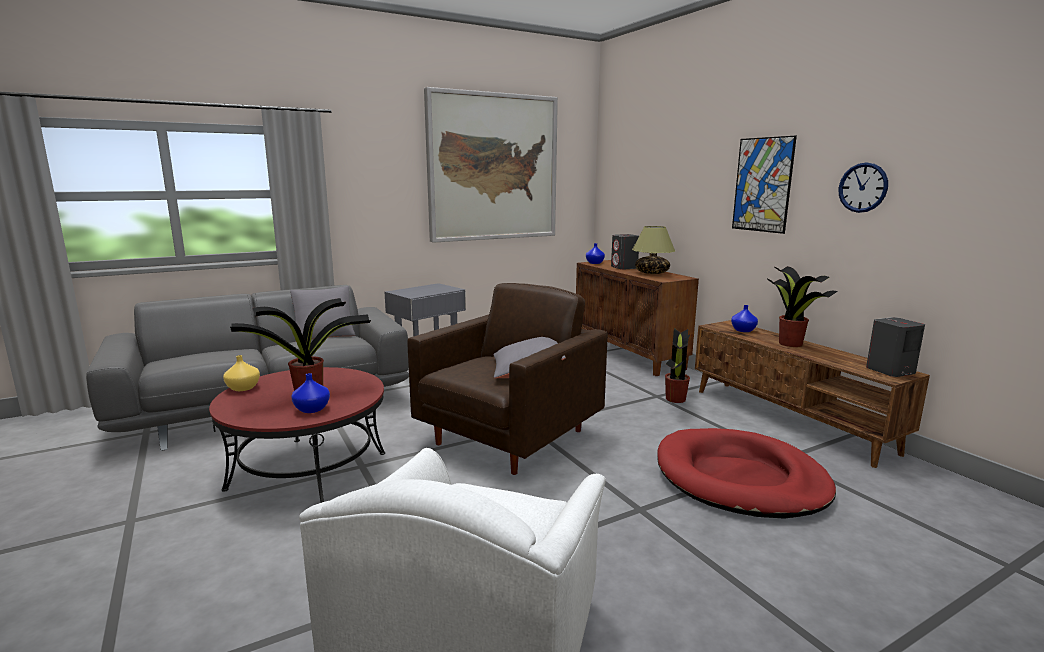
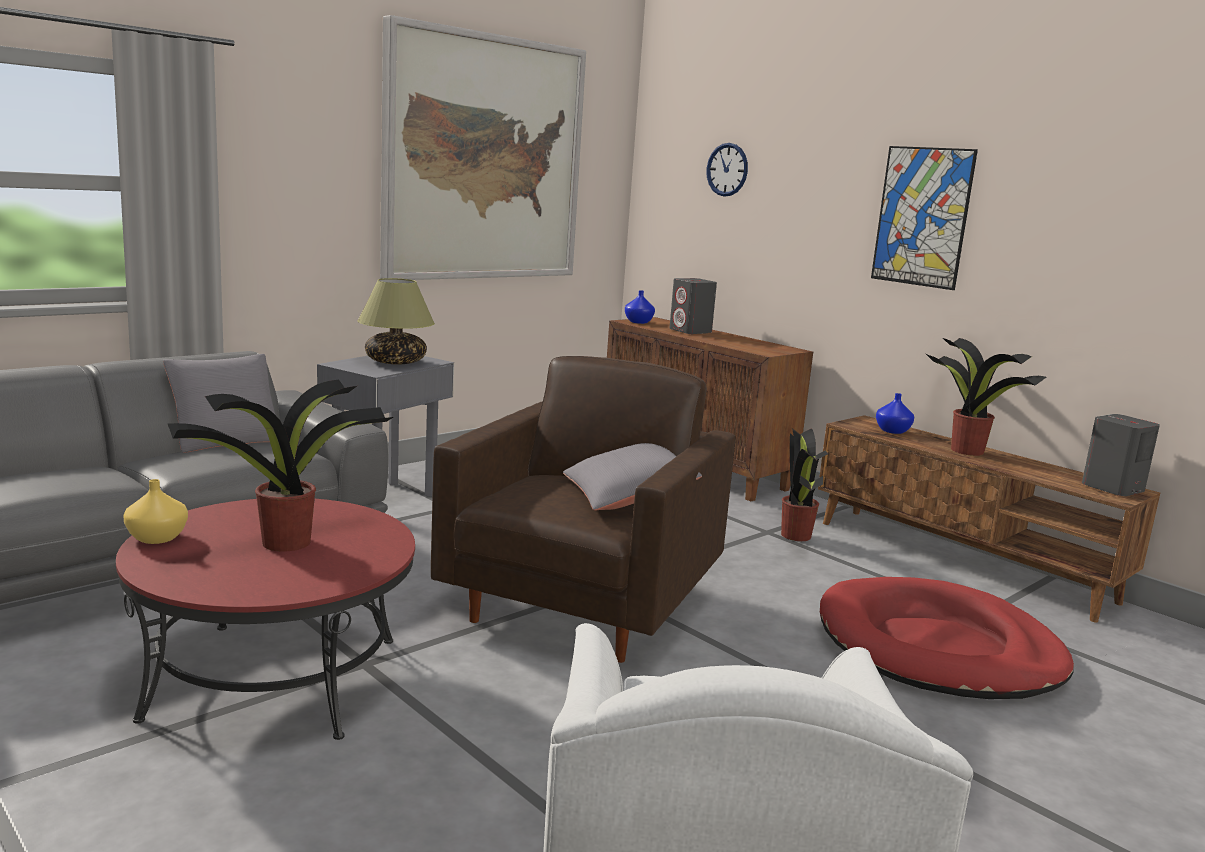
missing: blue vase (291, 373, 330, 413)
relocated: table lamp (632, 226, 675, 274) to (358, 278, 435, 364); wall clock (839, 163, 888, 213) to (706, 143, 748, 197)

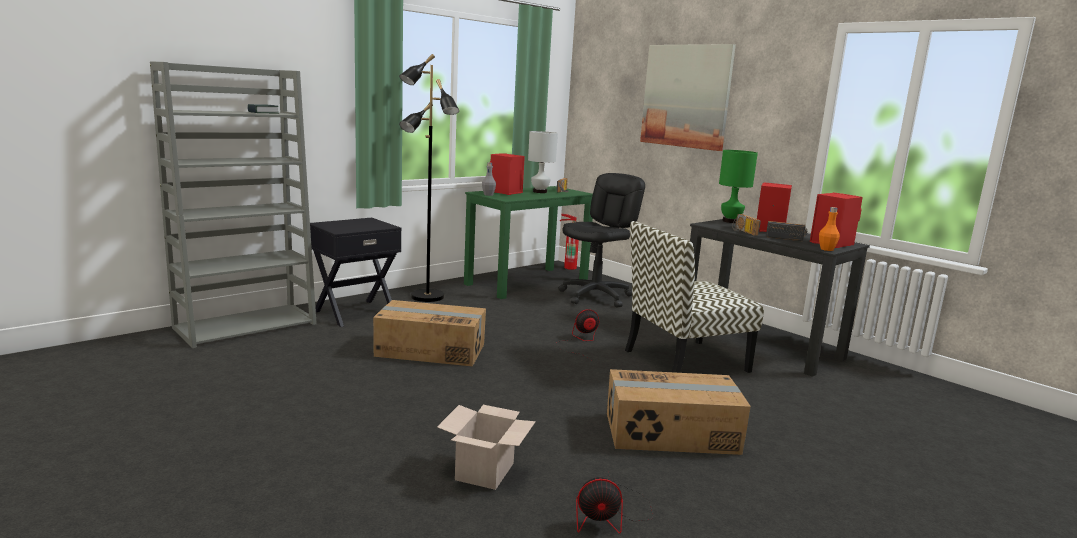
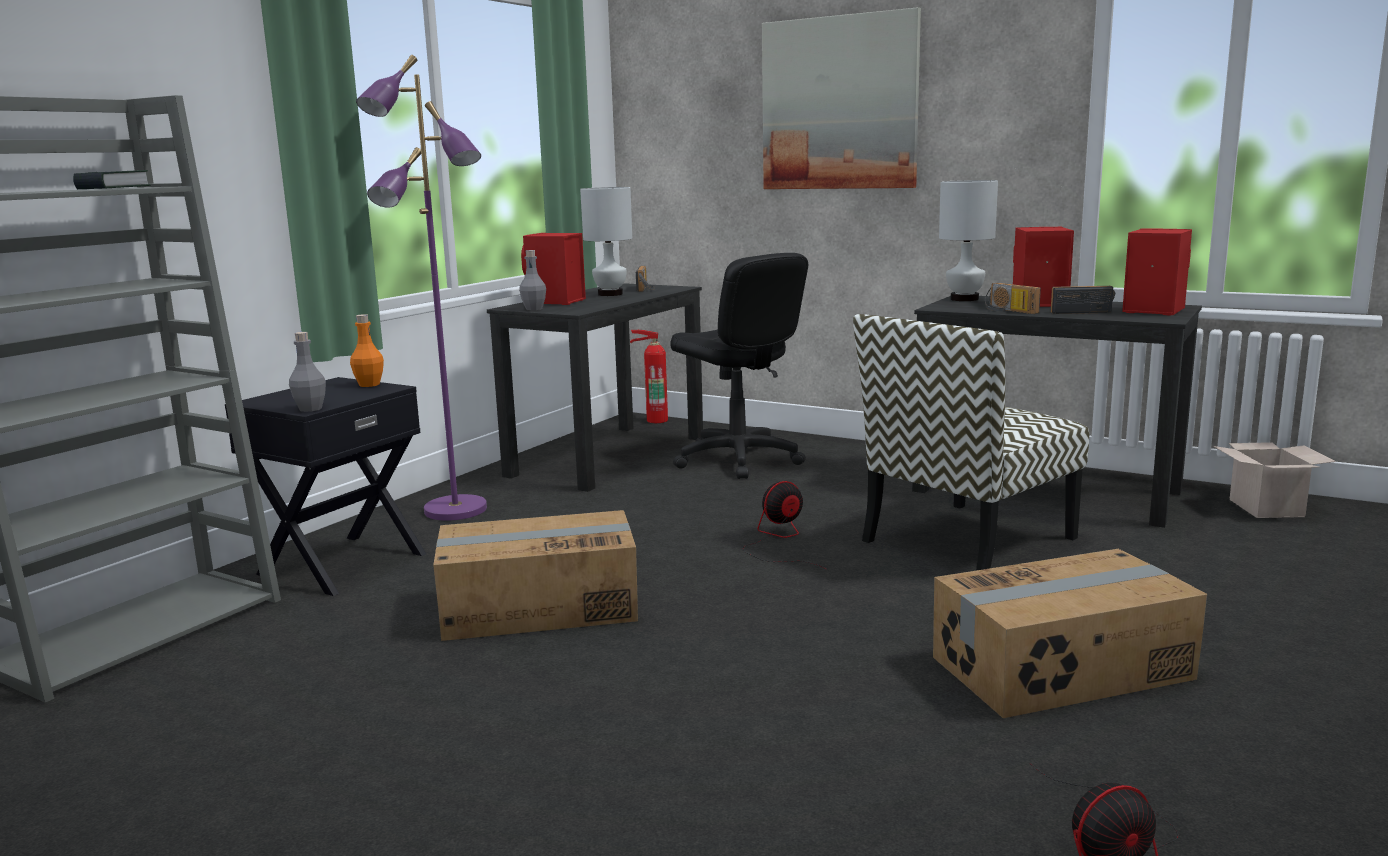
appeared: grey bottle (289, 332, 326, 412)
relocated: cardboard box (437, 405, 536, 490) to (1213, 442, 1336, 518); orange bottle (819, 207, 840, 251) to (350, 314, 384, 387)
colour: black floor lamp (399, 54, 459, 302) to purple floor lamp (356, 55, 487, 521); green desk (464, 186, 593, 299) to black desk (487, 283, 703, 492); green table lamp (719, 150, 758, 223) to white table lamp (939, 180, 998, 301)
spun: black office chair (558, 173, 645, 307) = (670, 253, 808, 479) 120 degrees clockwise

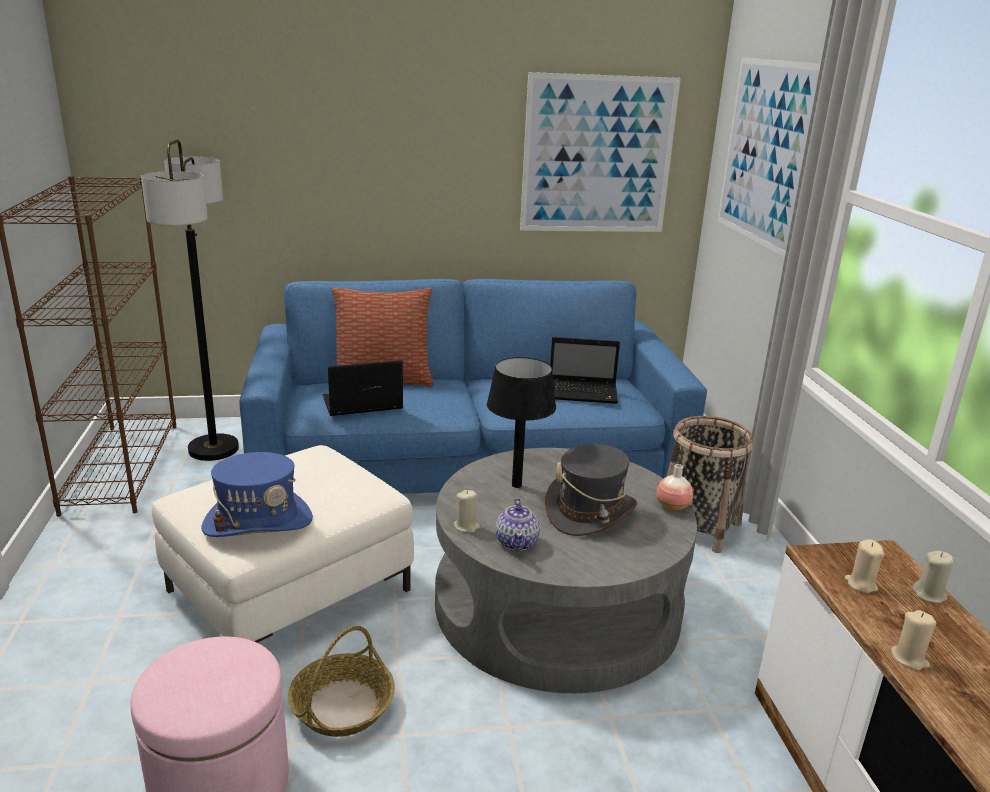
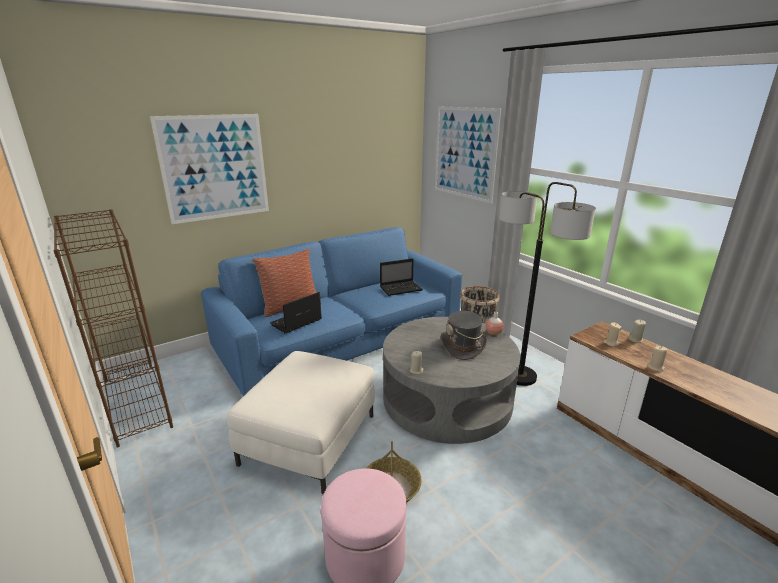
missing: blue hat (201, 452, 313, 537); black table lamp (487, 357, 556, 488); teapot (496, 498, 540, 551)
relocated: floor lamp (141, 139, 239, 461) to (499, 182, 596, 386); picture (520, 72, 681, 232) to (150, 114, 269, 224)

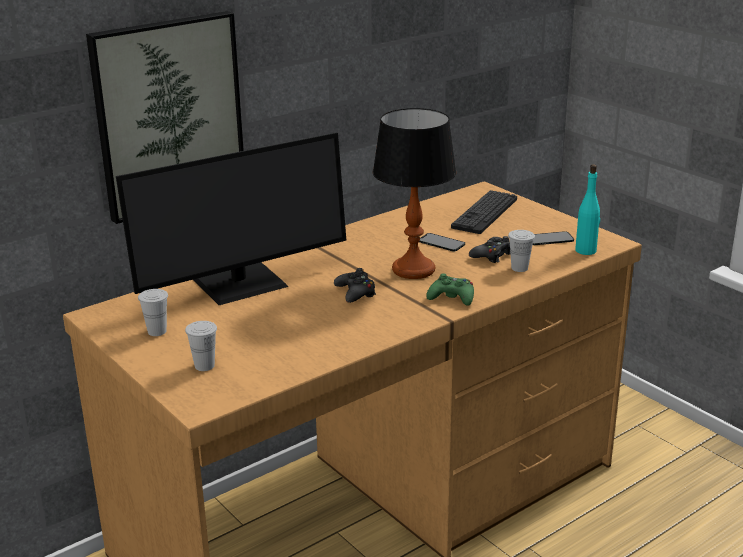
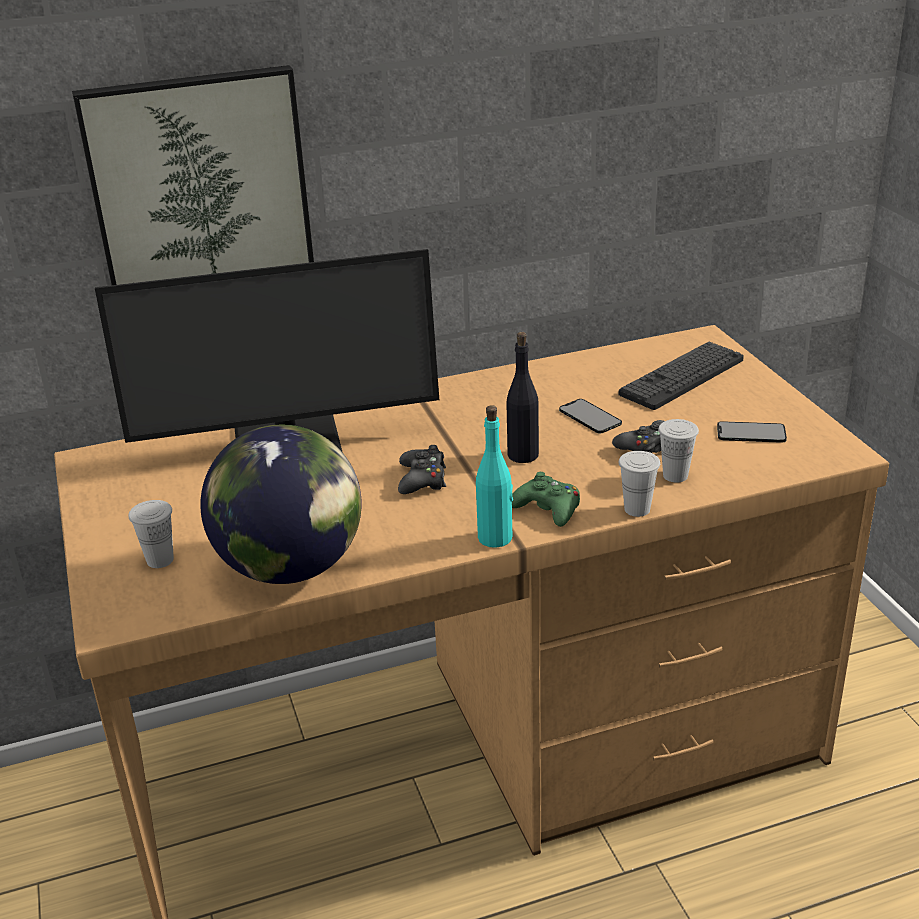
appeared: globe (200, 424, 362, 584)
relocated: white cup (138, 289, 168, 336) to (618, 451, 660, 517); turquoise bottle (575, 164, 600, 255) to (476, 405, 513, 548)
exchanged: table lamp (372, 108, 456, 279) to black bottle (506, 332, 539, 463)

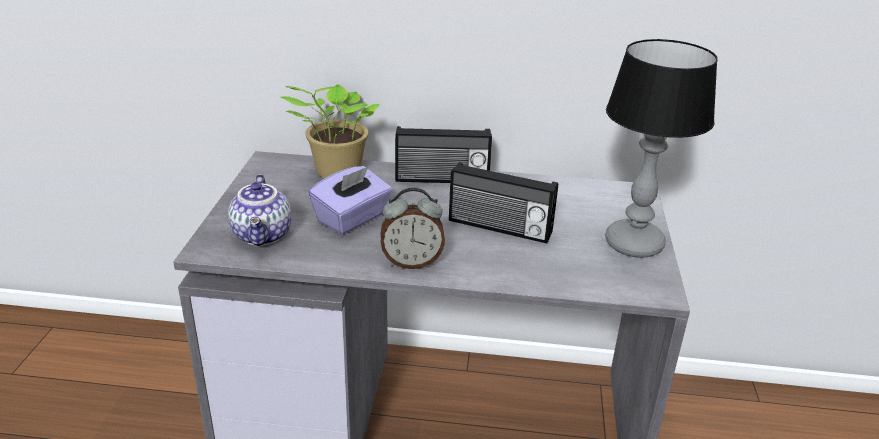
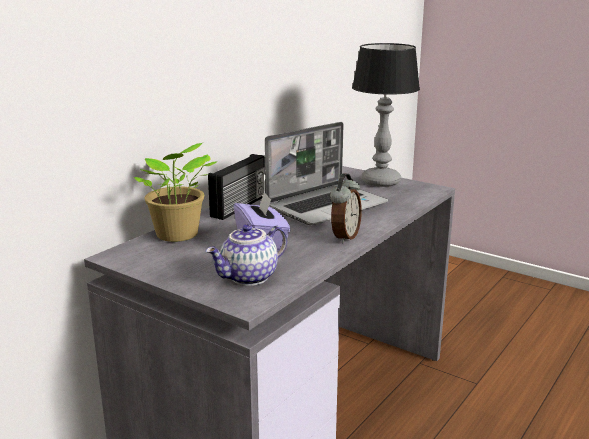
exchanged: radio (449, 162, 558, 243) to laptop (265, 122, 388, 225)
spun: teapot (228, 174, 291, 246) = (206, 224, 287, 286) 120 degrees clockwise

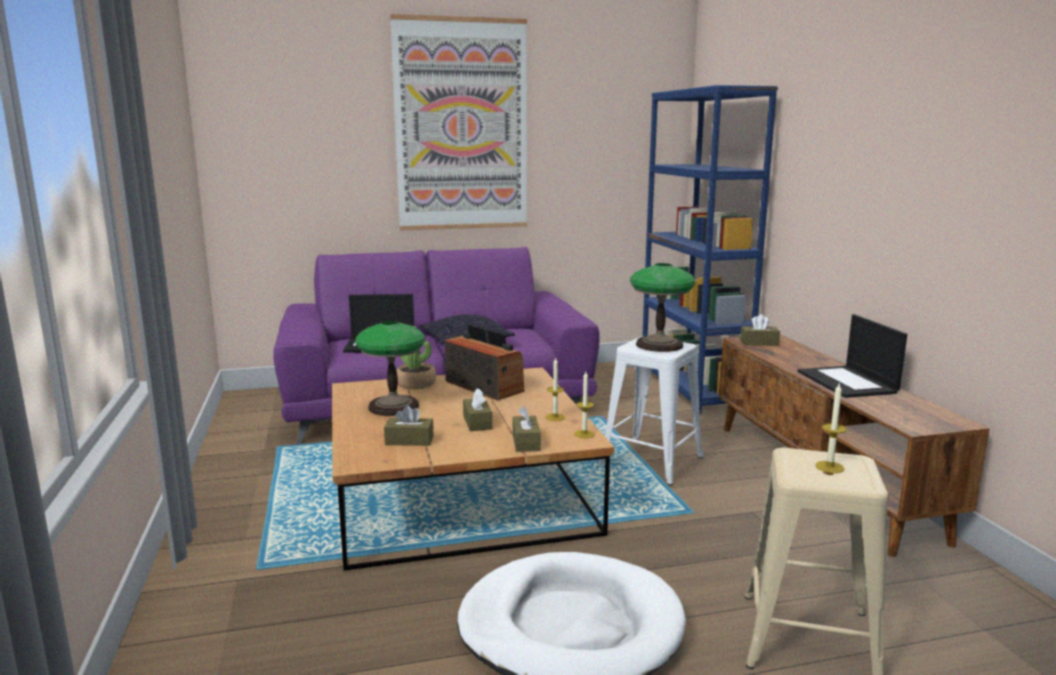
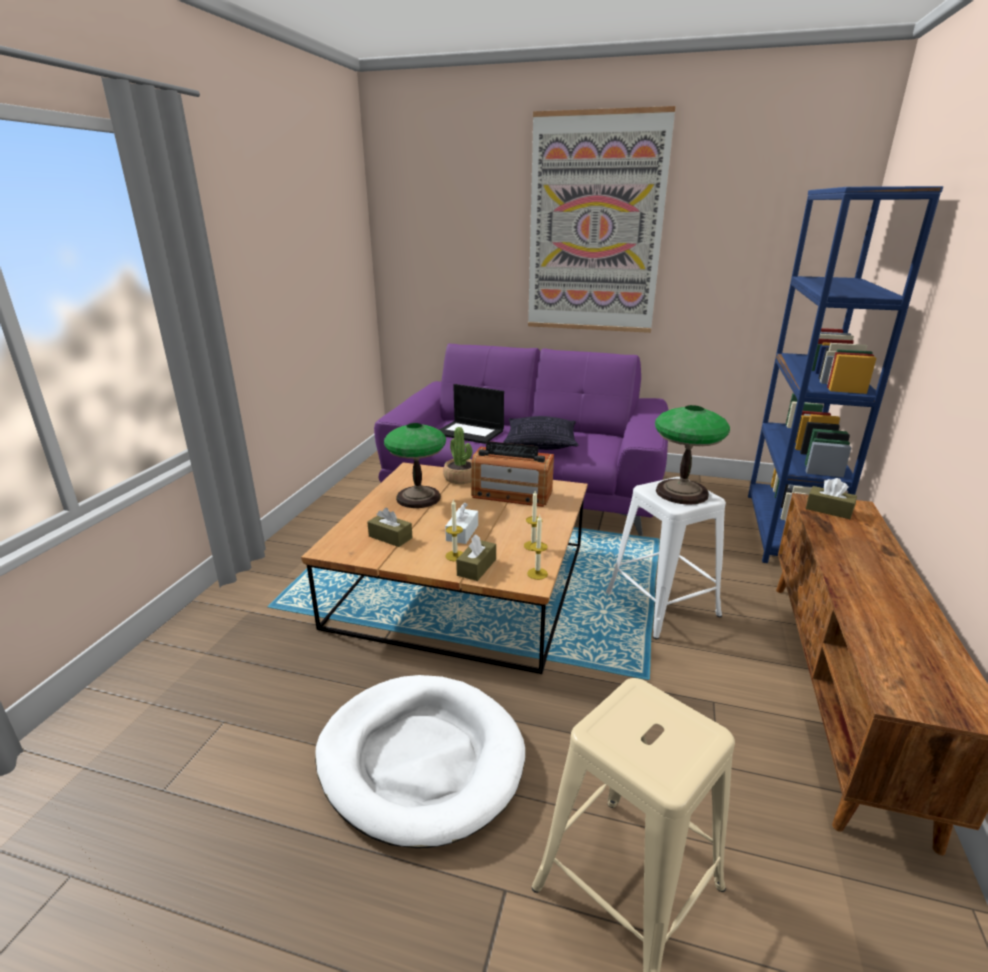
missing: laptop (798, 314, 907, 398)
relocated: candle (815, 382, 847, 473) to (445, 499, 463, 561)
colour: brown tissue box (463, 388, 492, 431) to white tissue box (445, 503, 478, 544)
spun: radio (444, 325, 525, 400) = (471, 441, 554, 507) 120 degrees clockwise

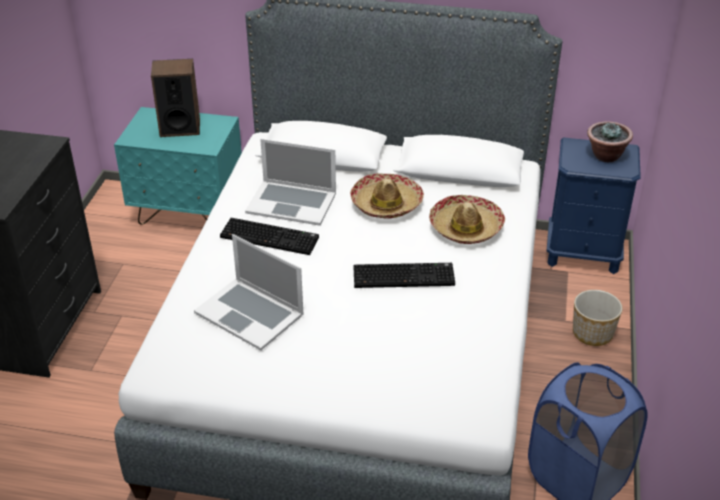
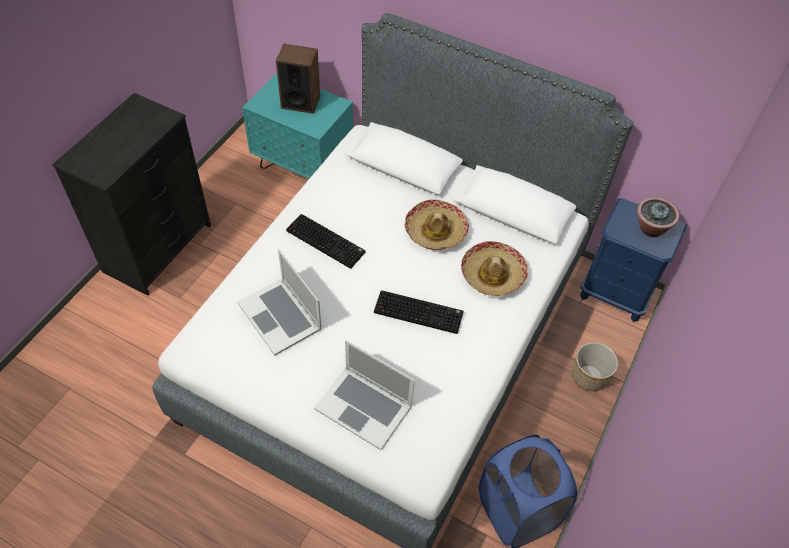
relocated: laptop (245, 139, 336, 226) to (314, 340, 415, 450)

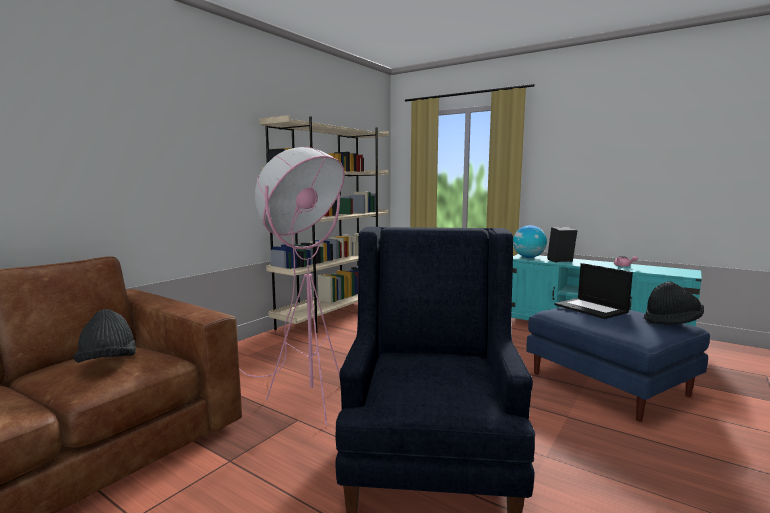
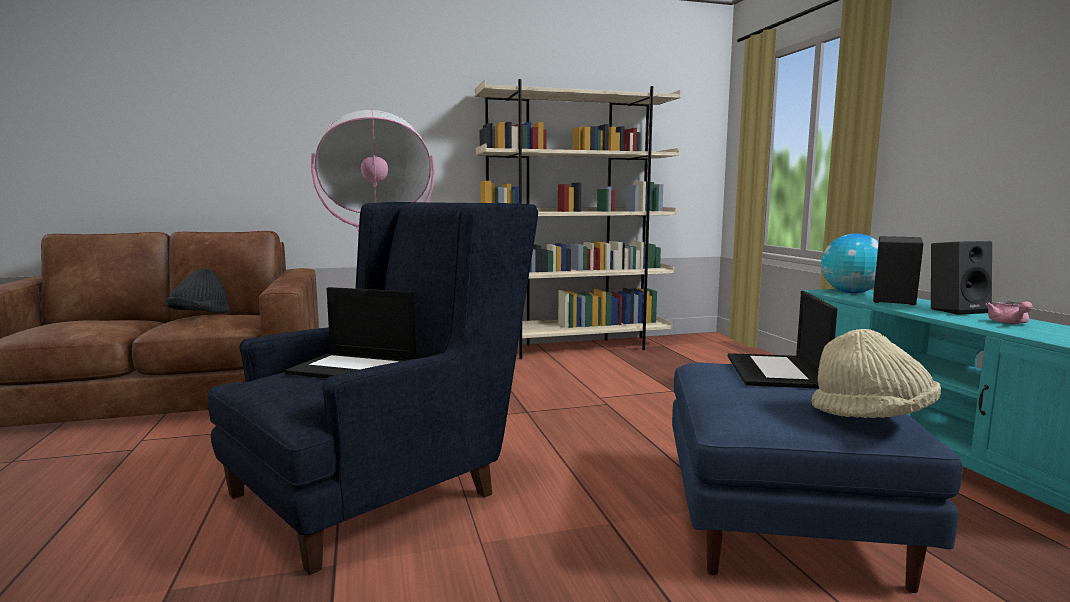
appeared: laptop (285, 287, 416, 378); black speaker (931, 241, 992, 315)
colour: black hat (644, 282, 704, 325) to beige hat (811, 329, 941, 418)

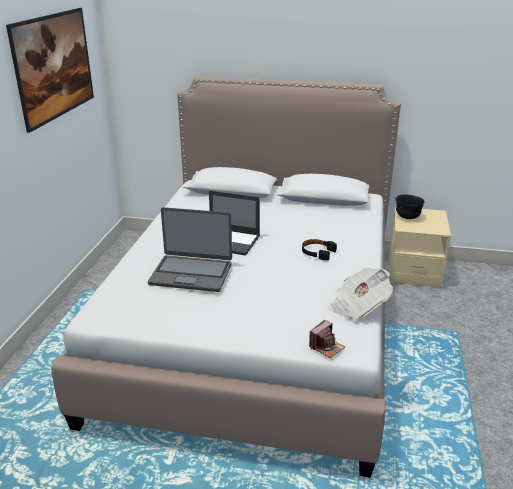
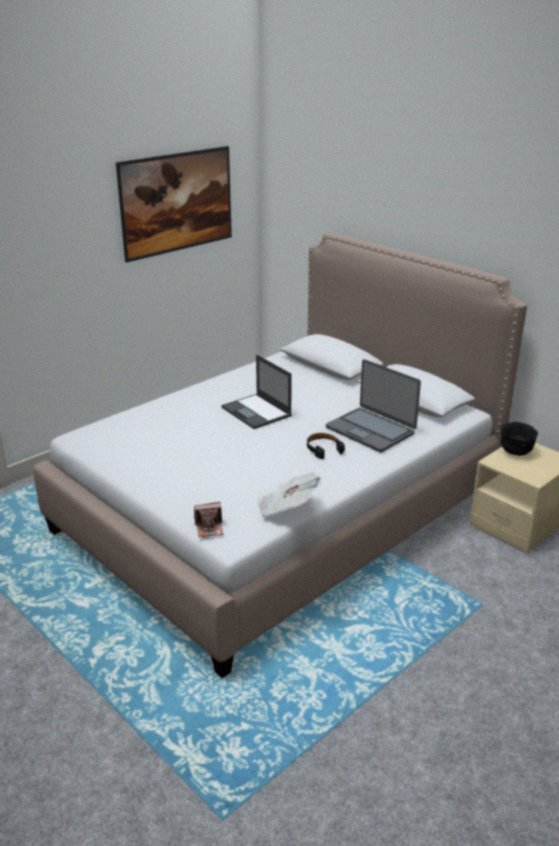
relocated: laptop (148, 207, 232, 292) to (326, 359, 421, 453)

